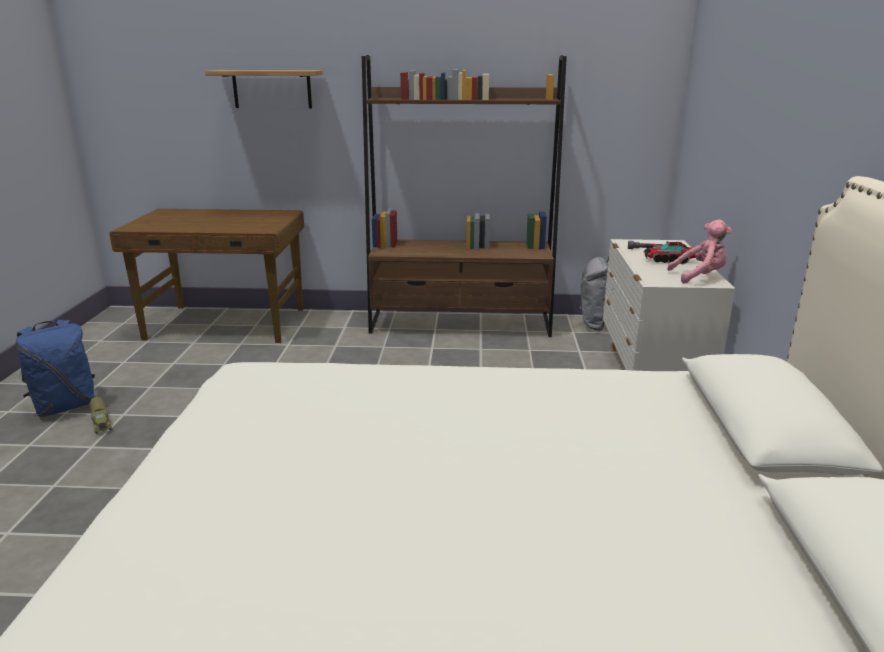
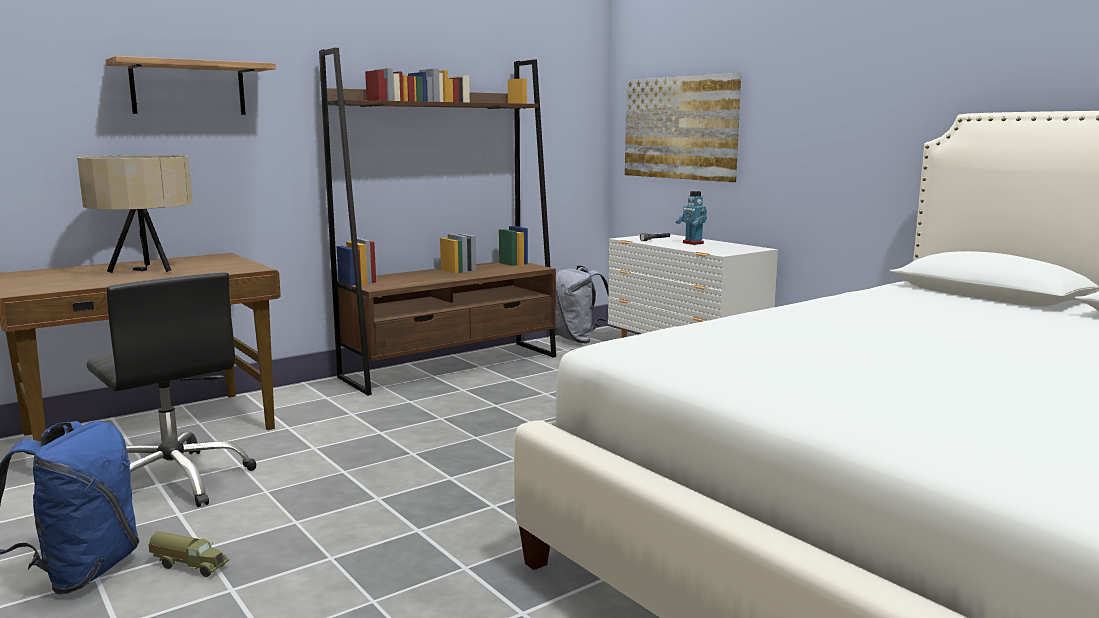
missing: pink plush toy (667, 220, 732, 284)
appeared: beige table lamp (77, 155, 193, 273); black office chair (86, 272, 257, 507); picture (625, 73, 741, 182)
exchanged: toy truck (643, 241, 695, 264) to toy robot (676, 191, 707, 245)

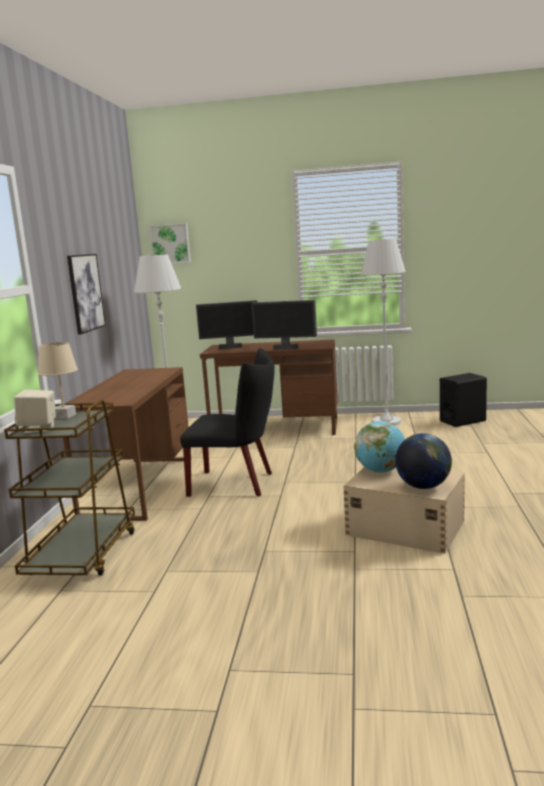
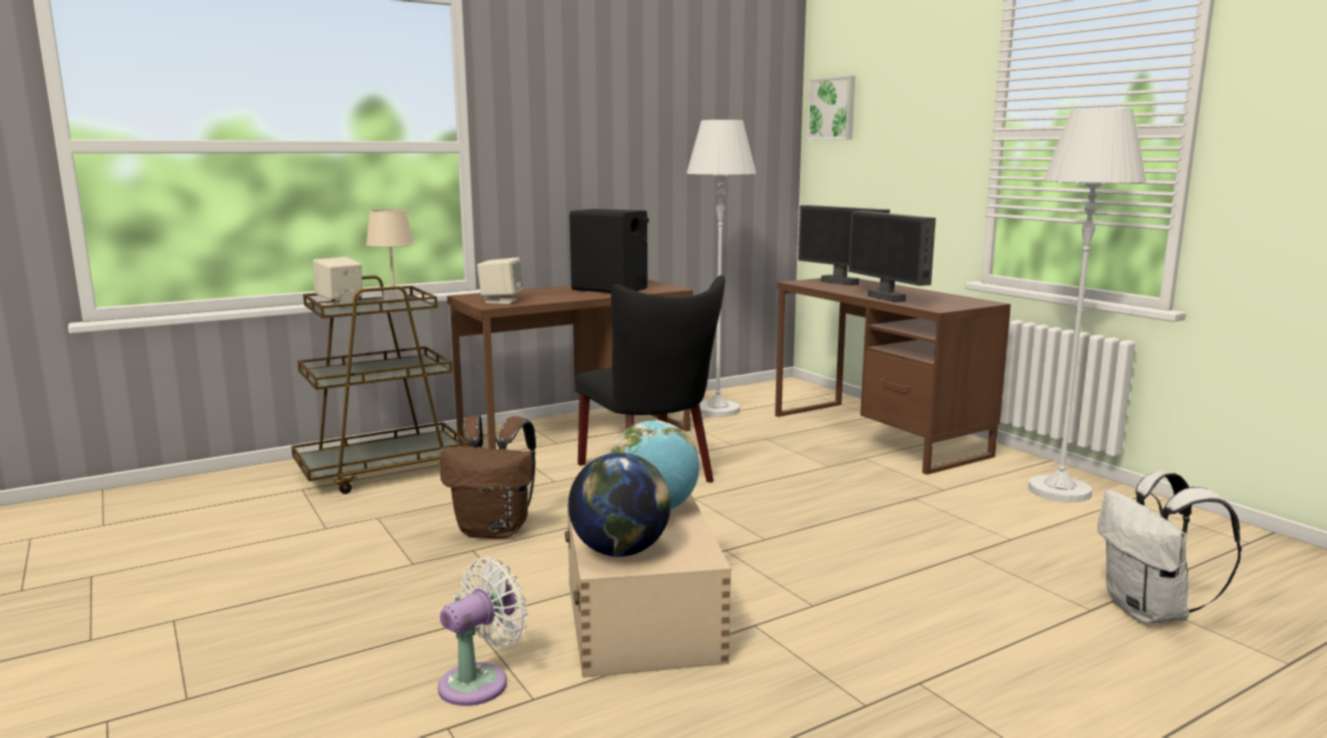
missing: picture (67, 254, 106, 335)
appeared: white fan (438, 557, 528, 706); brown backpack (440, 415, 536, 539); beige speaker (477, 258, 523, 304); white backpack (1098, 471, 1242, 624)
relocated: black speaker (440, 373, 487, 427) to (569, 209, 649, 293)

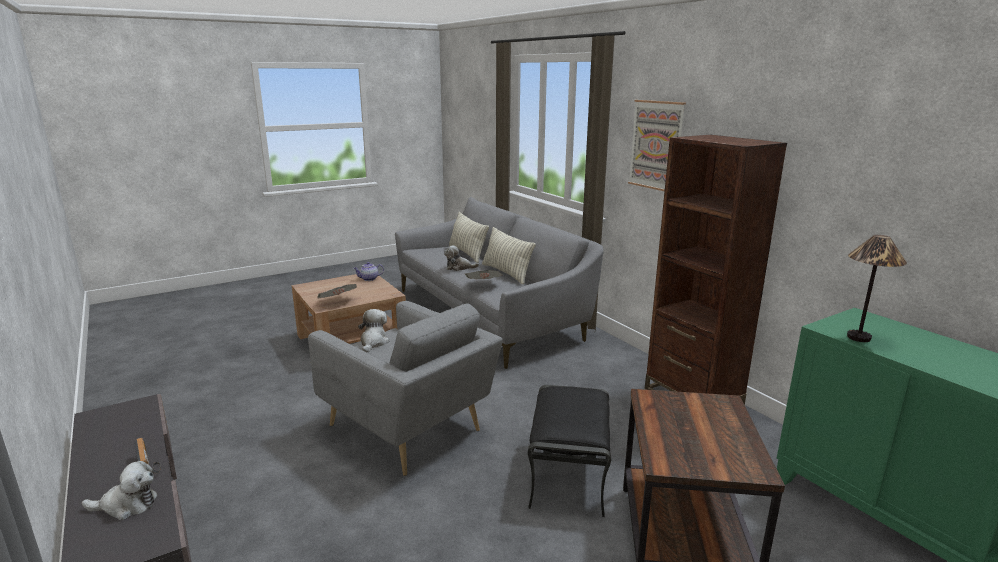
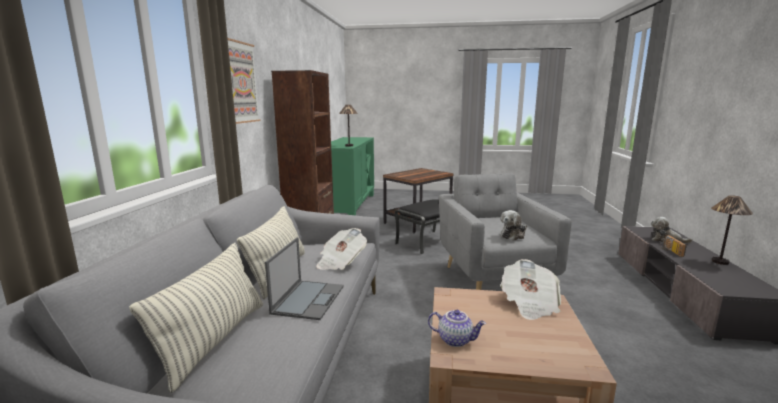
appeared: table lamp (711, 195, 753, 265)
exchanged: plush toy (444, 245, 479, 271) to laptop (265, 237, 344, 320)

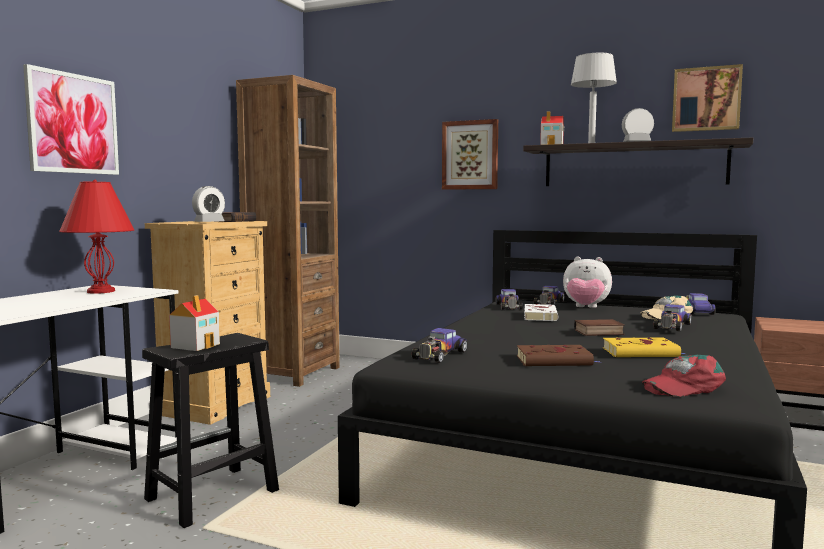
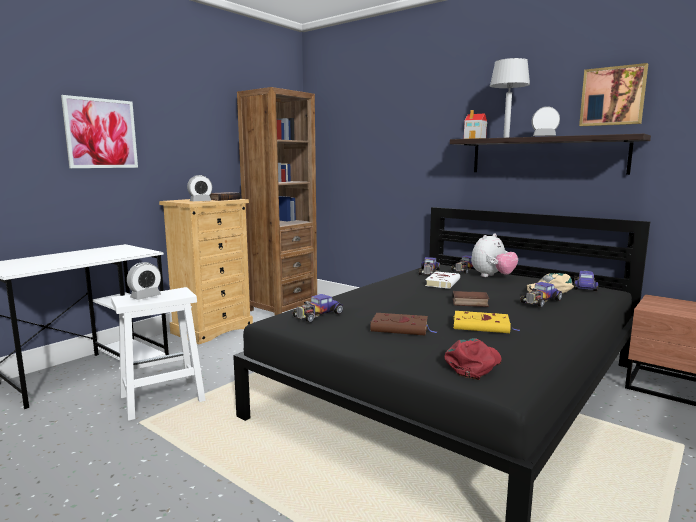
missing: red table lamp (59, 180, 135, 294); picture (442, 119, 498, 190)
exchanged: toy house (169, 295, 220, 351) to alarm clock (127, 262, 161, 300)
colour: black stool (142, 333, 279, 528) to white stool (111, 287, 206, 421)
spun: plush toy (563, 256, 612, 308) = (471, 233, 518, 277) 75 degrees counterclockwise; red cap (642, 355, 726, 397) = (444, 339, 502, 380) 135 degrees clockwise

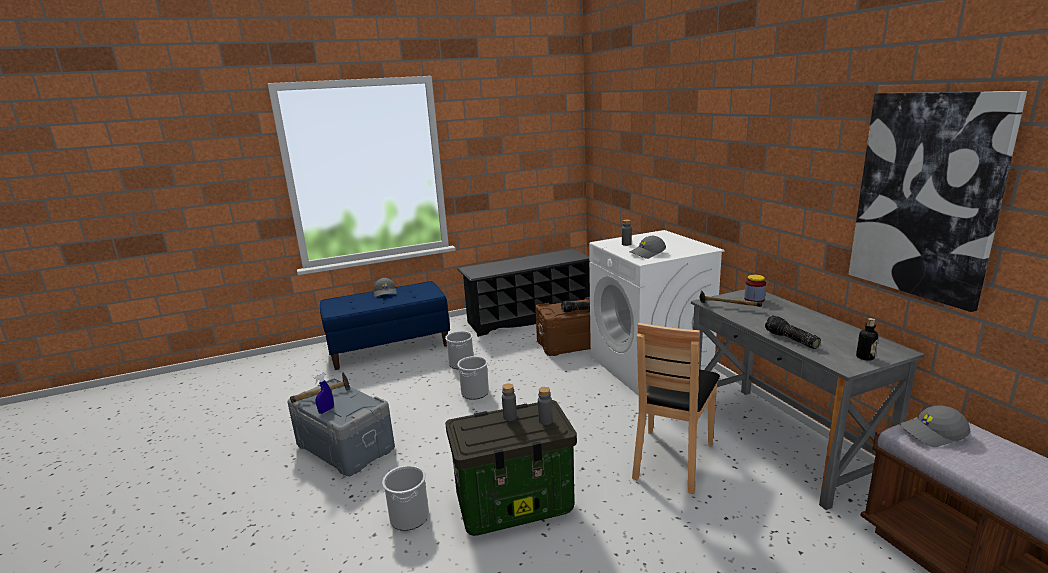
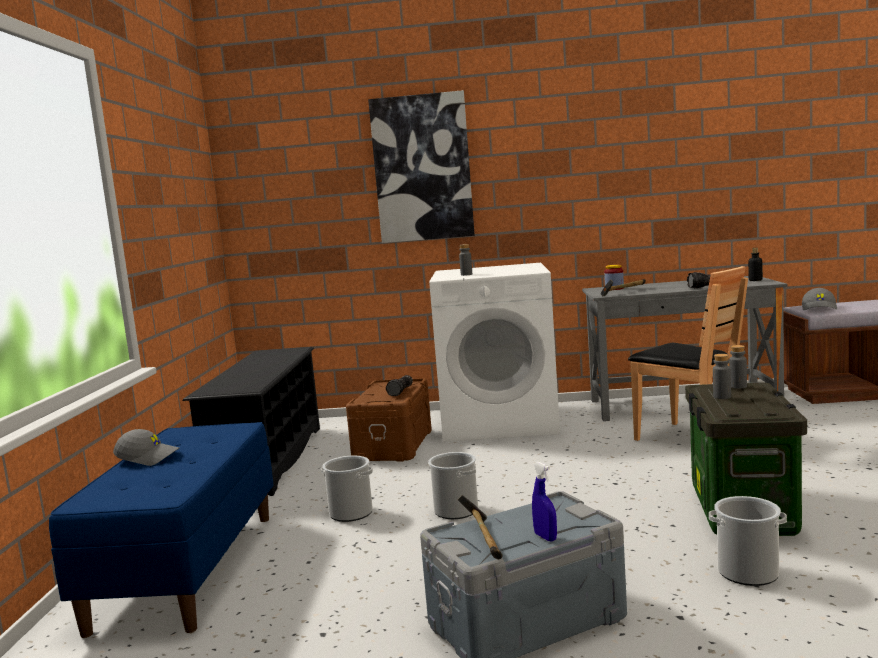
missing: grey cap (629, 236, 666, 259)
relocated: picture (848, 91, 1027, 312) to (368, 90, 475, 243)

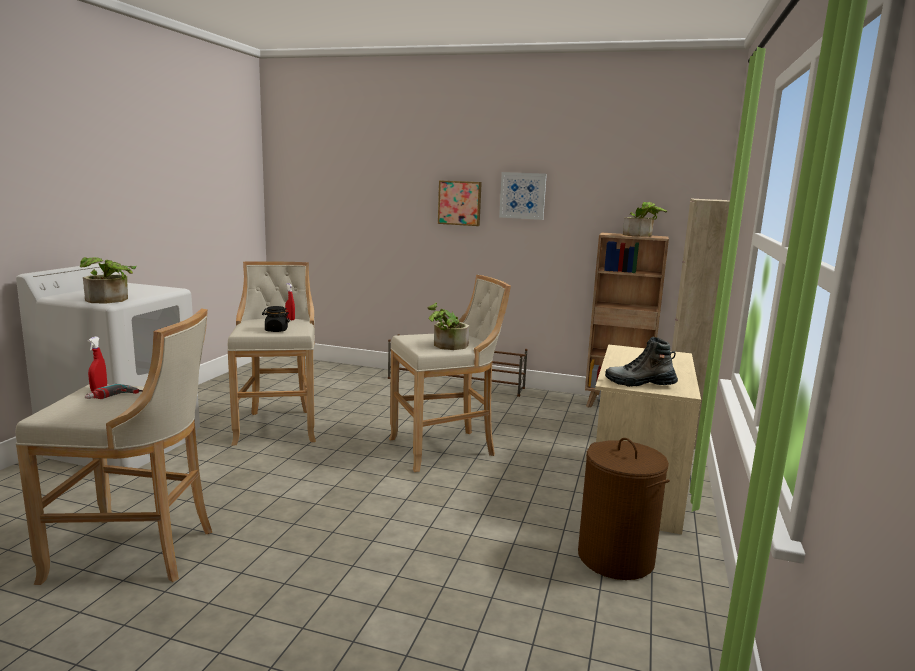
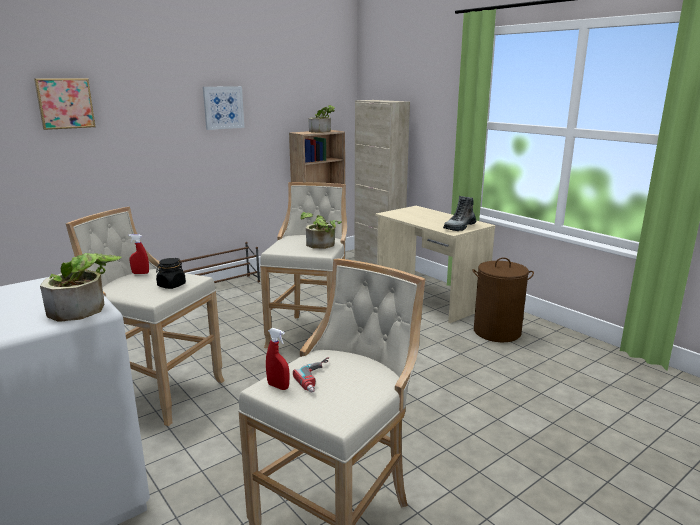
relocated: picture (438, 180, 482, 226) to (34, 78, 95, 130)

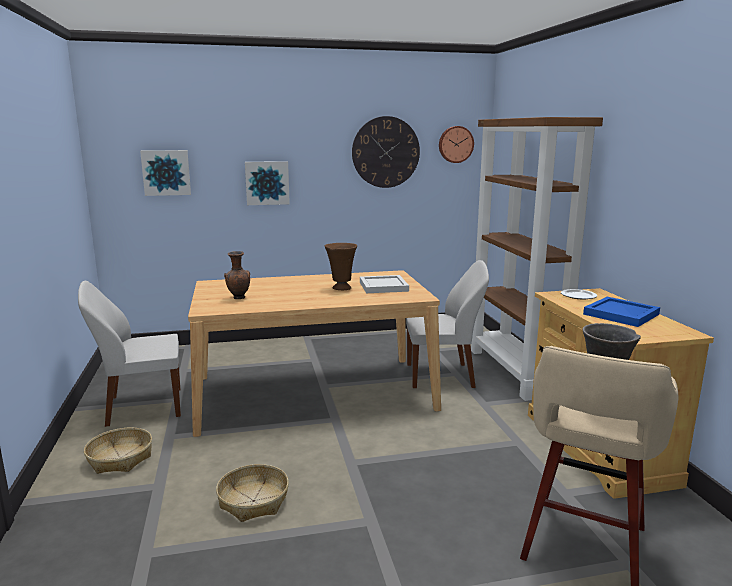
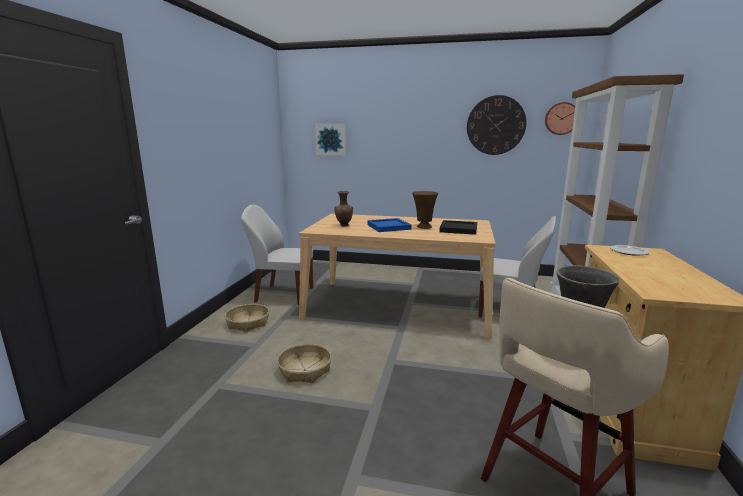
missing: picture (245, 161, 290, 205)
relocated: blue tray (583, 297, 660, 327) to (367, 218, 412, 232)
colour: white tray (360, 275, 409, 293) to black tray (439, 220, 477, 235)

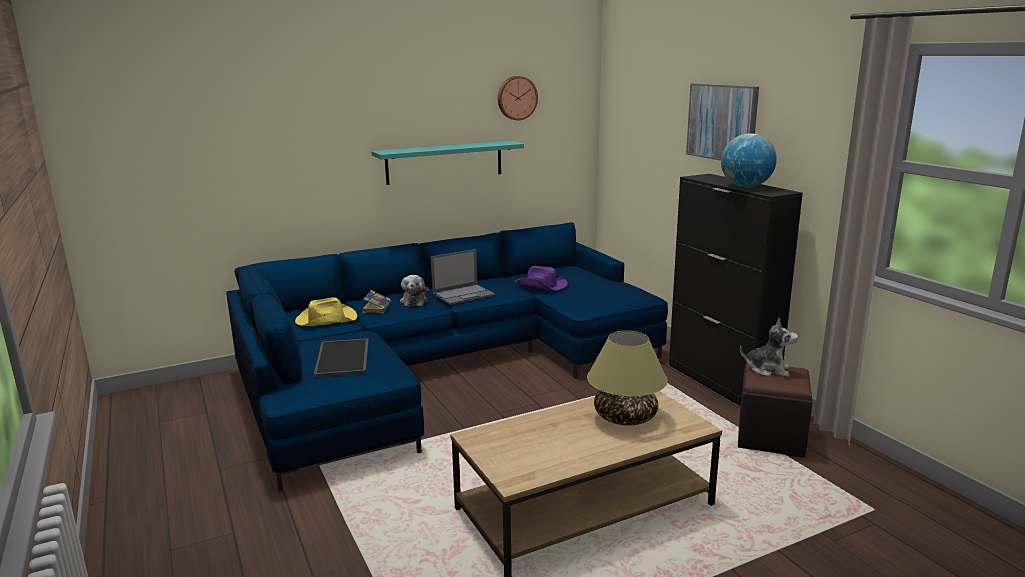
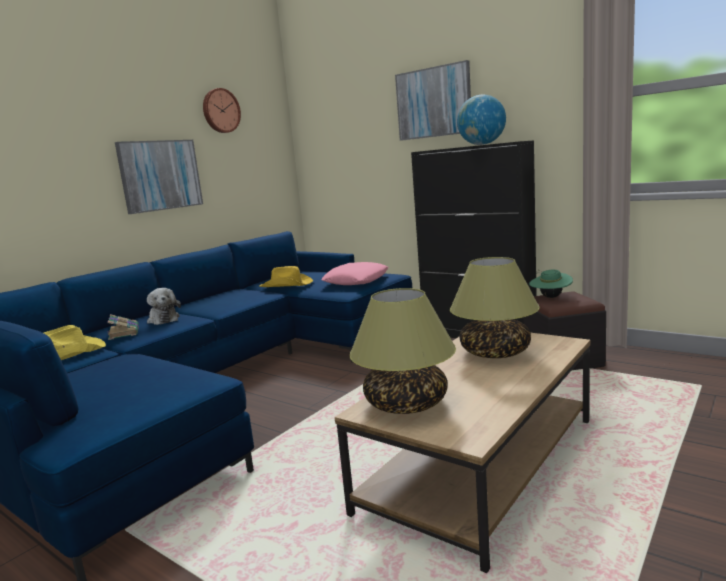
missing: tray (314, 338, 369, 377); laptop (431, 249, 495, 305)
appeared: pink pillow (321, 262, 388, 285); table lamp (349, 288, 456, 414)
exchanged: turquoise shelf (371, 141, 524, 185) to picture (115, 140, 203, 214); plush toy (740, 318, 798, 377) to green hat (529, 270, 573, 298)
colour: purple hat (515, 266, 568, 291) to yellow hat (259, 266, 313, 287)

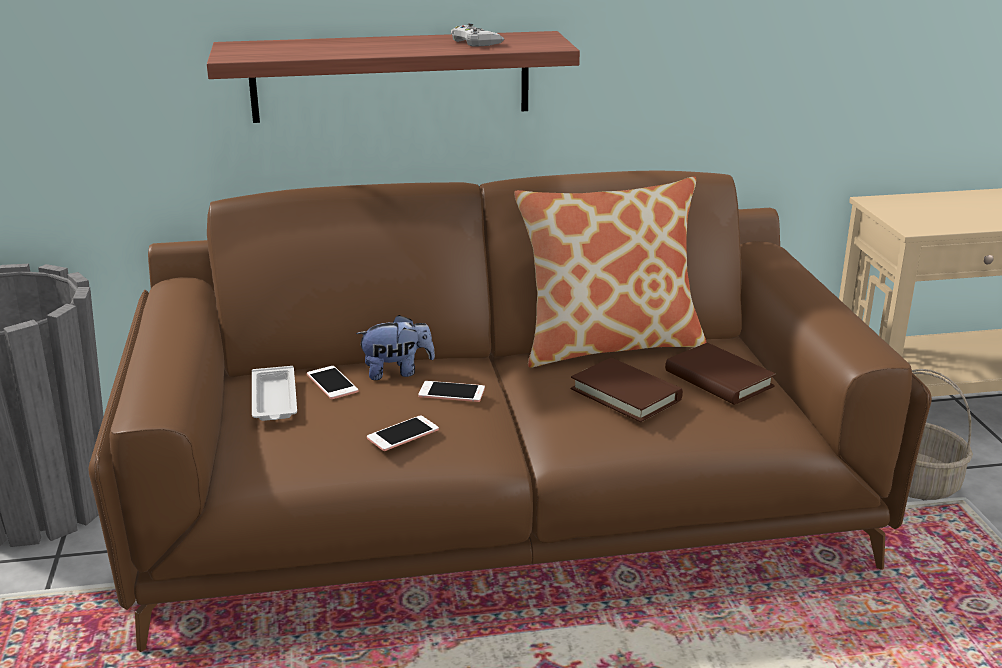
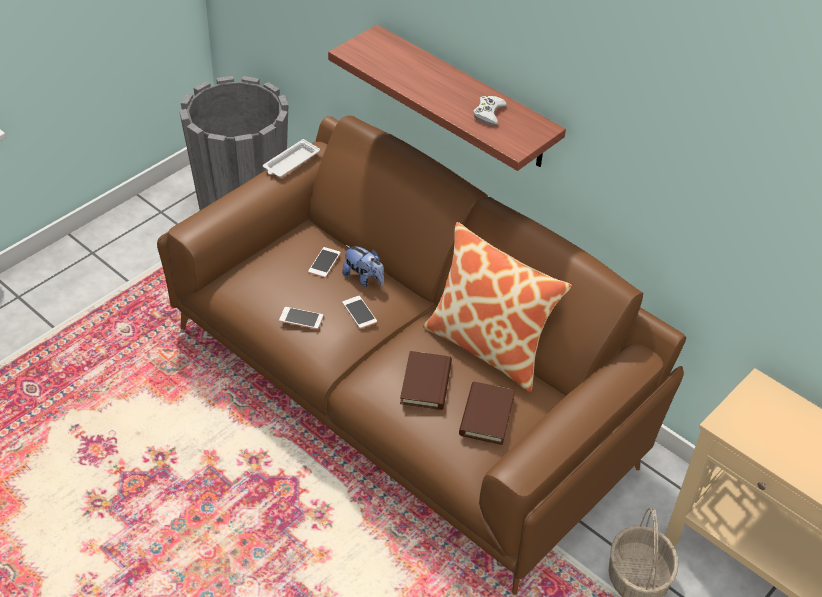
relocated: white tray (252, 366, 297, 421) to (263, 139, 320, 177)

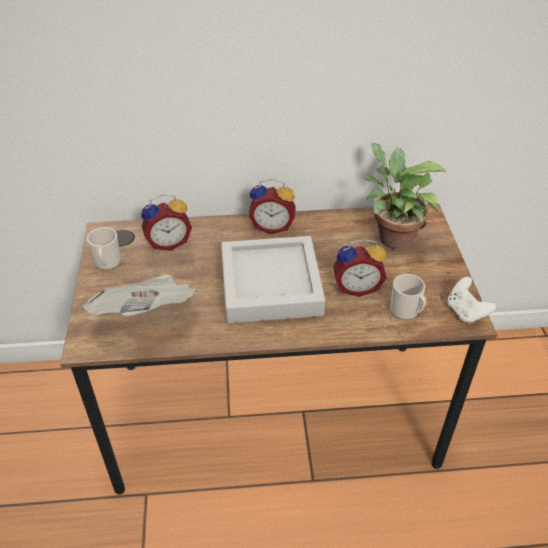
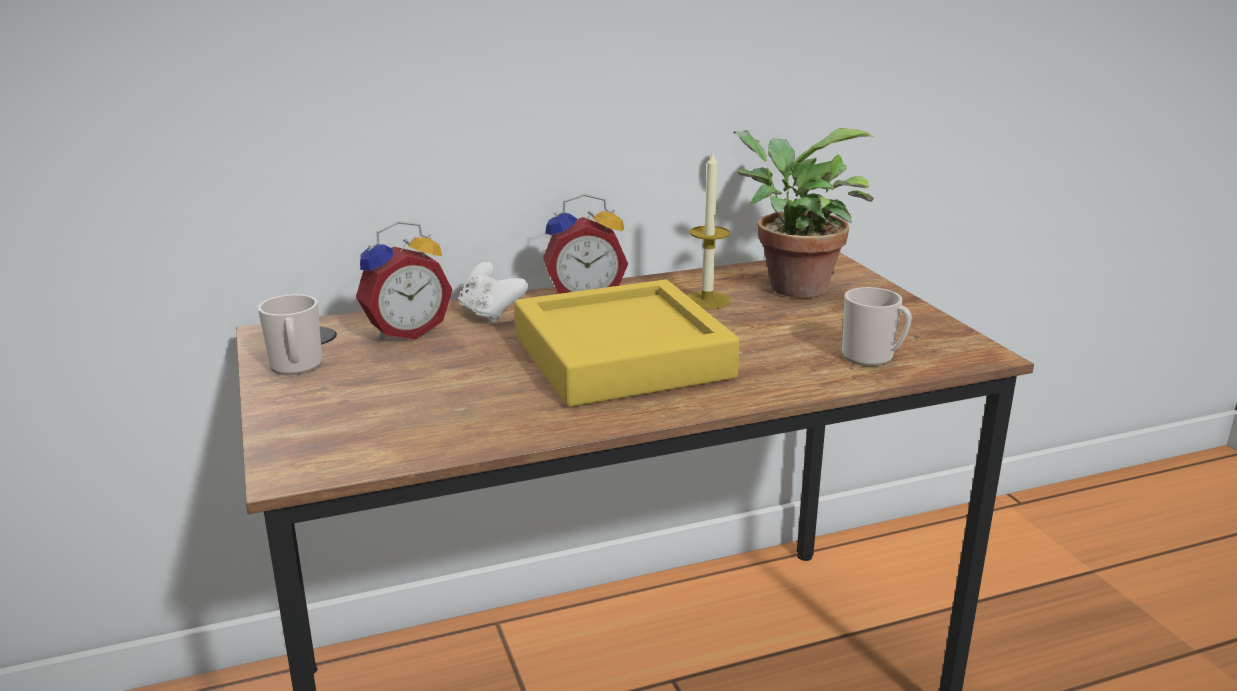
missing: newspaper (83, 275, 198, 316); alarm clock (333, 239, 387, 297)
appeared: candle (687, 153, 730, 309)
relocated: white game controller (447, 277, 496, 324) to (459, 262, 528, 324)
colour: grey tray (221, 236, 325, 323) to yellow tray (515, 279, 740, 407)

